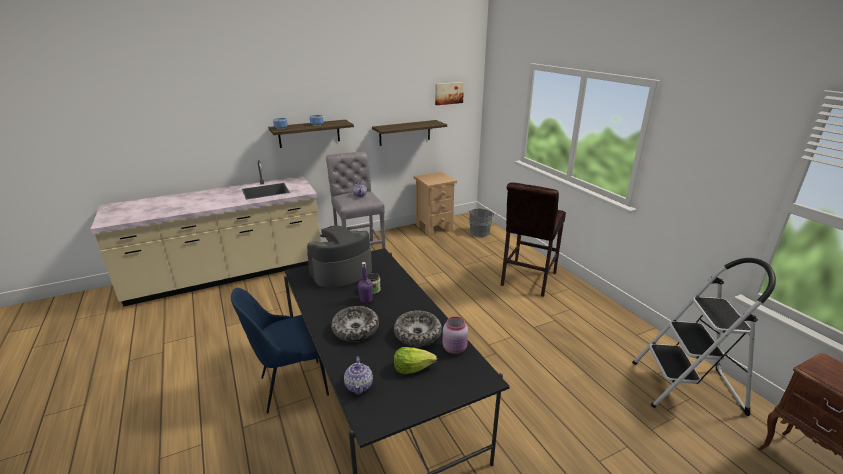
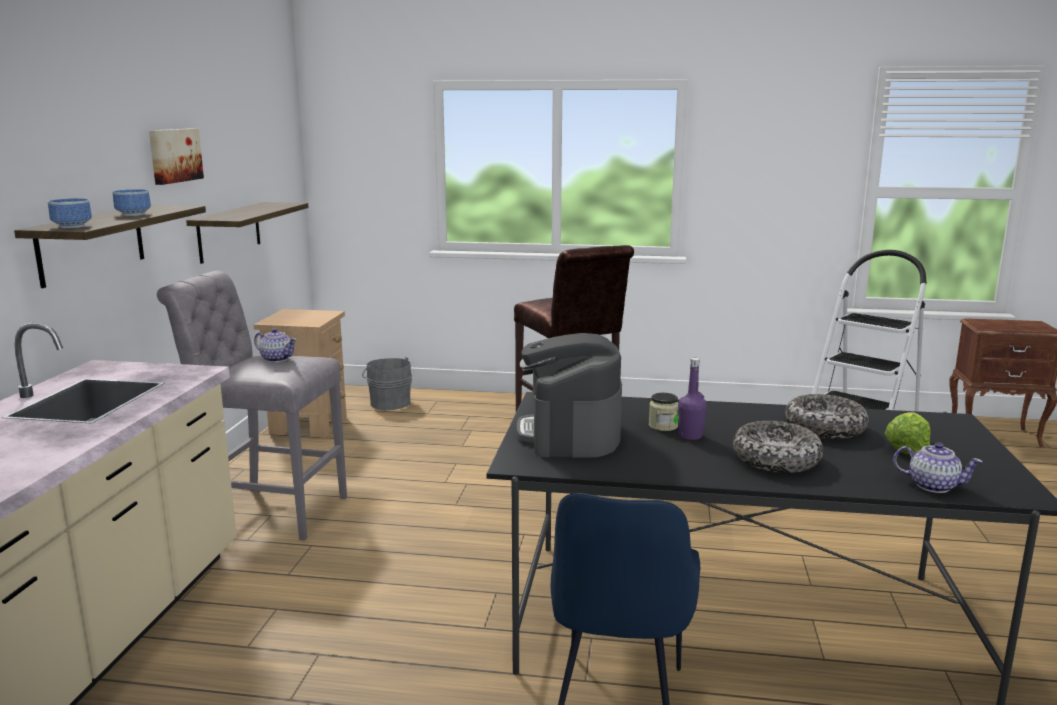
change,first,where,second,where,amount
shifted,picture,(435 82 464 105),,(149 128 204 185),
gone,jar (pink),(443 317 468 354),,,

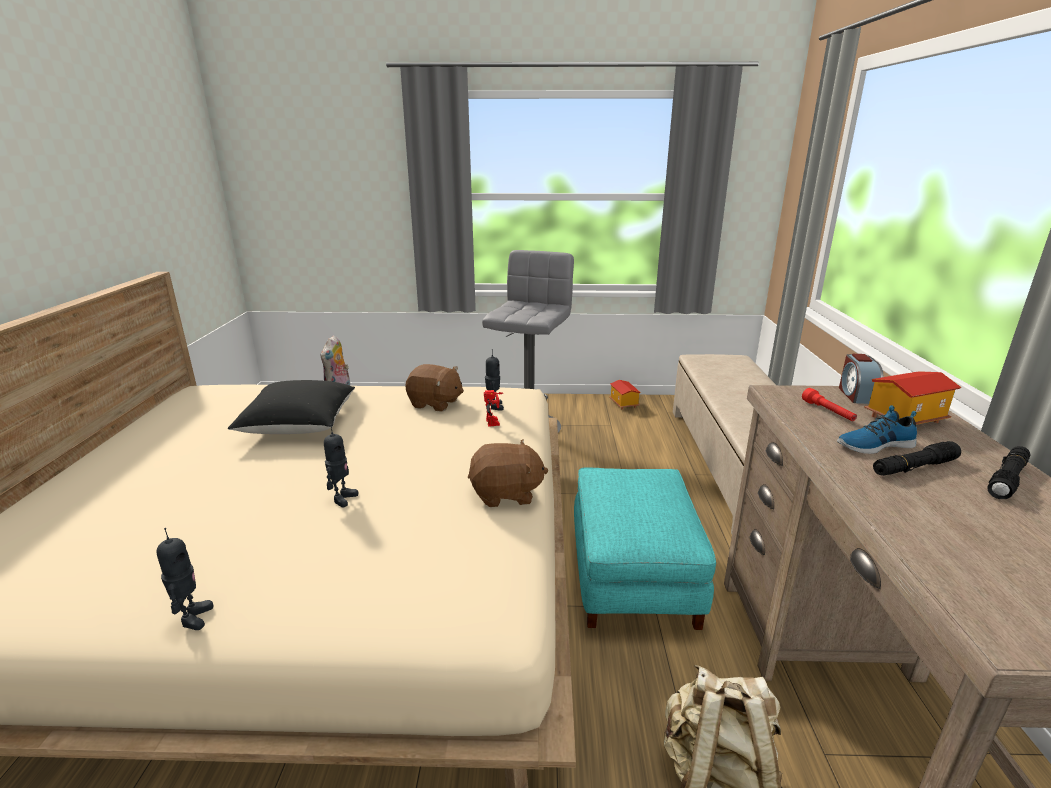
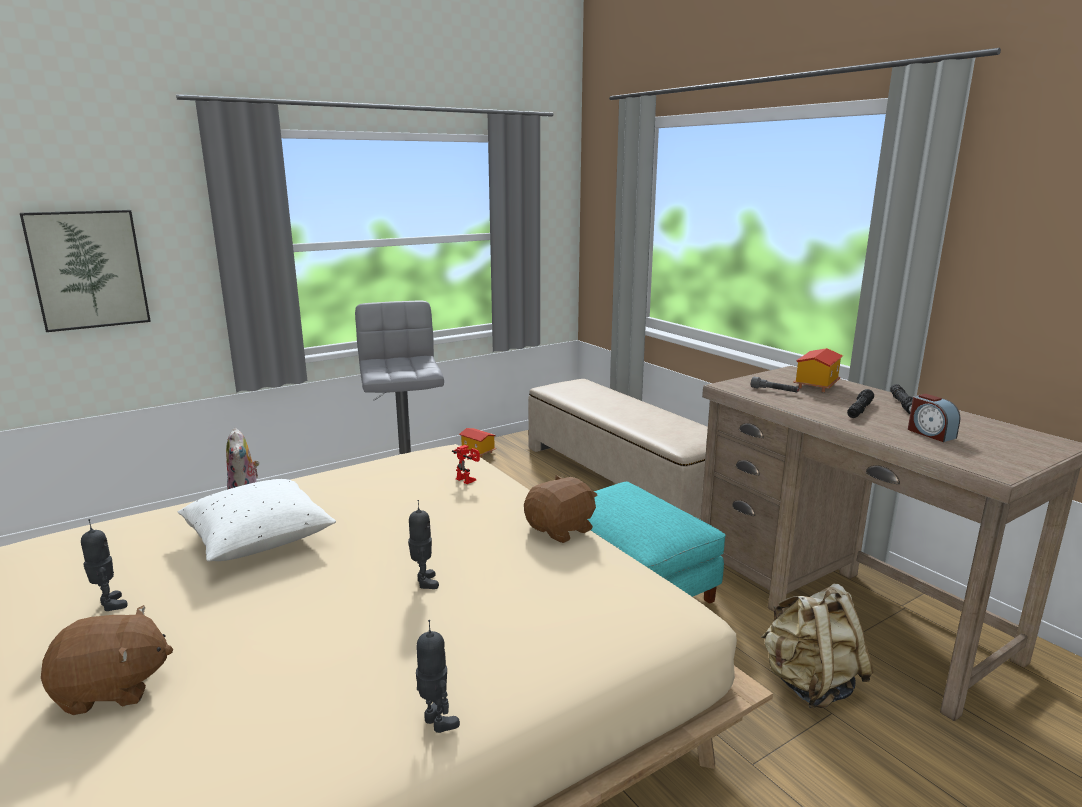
change,first,where,second,where,amount
new,,,picture,(20 210 151 332),
shifted,plush toy (brown),(405 364 464 412),,(41 605 173 715),
shifted,toy robot,(485 349 504 411),,(81 519 128 611),
repainted,pillow (black),(228 380 355 434),pillow (white),(178 479 336 561),
repainted,flashlight (red),(802 388 857 421),flashlight (grey),(751 377 799 393),
shifted,alarm clock,(839 354 883 404),,(908 394 961 442),
gone,shoe,(837 405 917 454),,,

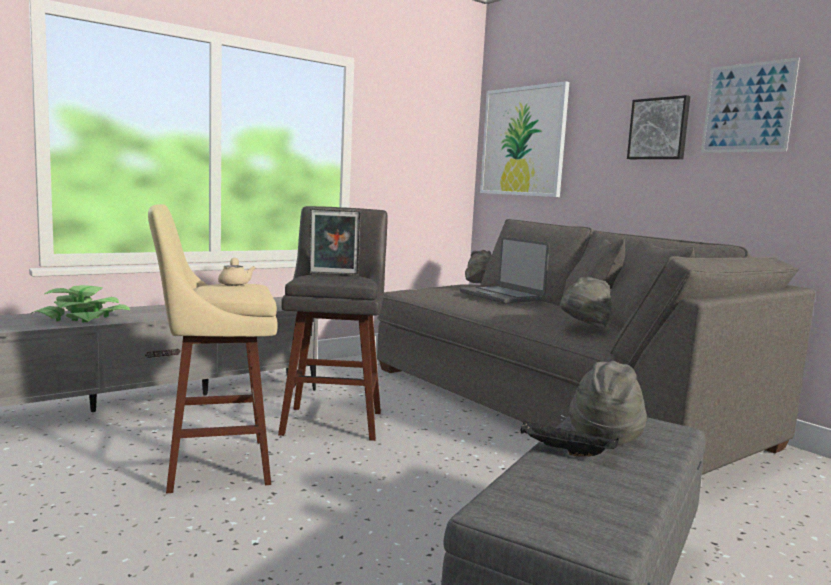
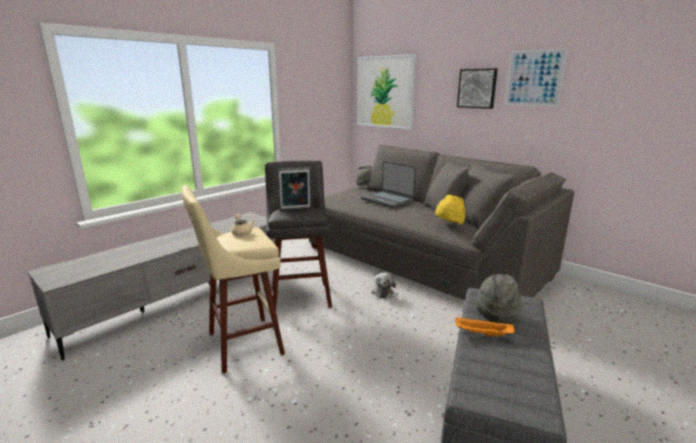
change,first,where,second,where,amount
new,,,plush toy,(371 273 396 298),
repainted,hat (grey),(560 277 612 327),hat (yellow),(435 195 466 224),
repainted,tray (black),(521 421 619 456),tray (orange),(455 317 515 337),
gone,potted plant,(32 285 130 322),,,

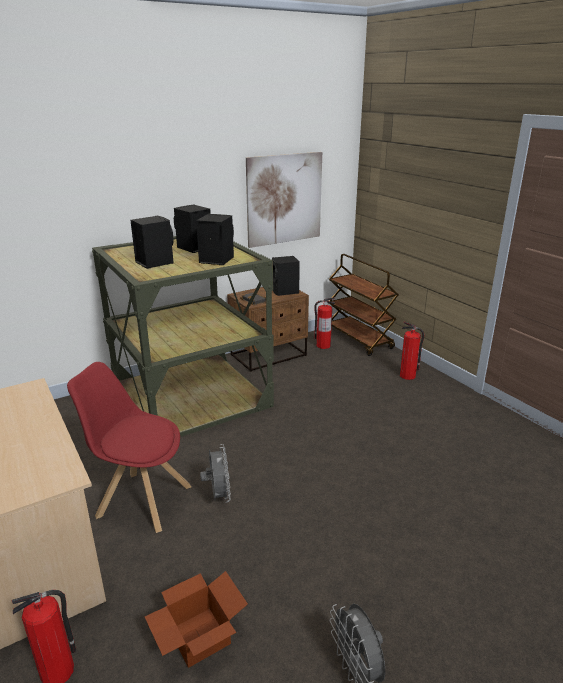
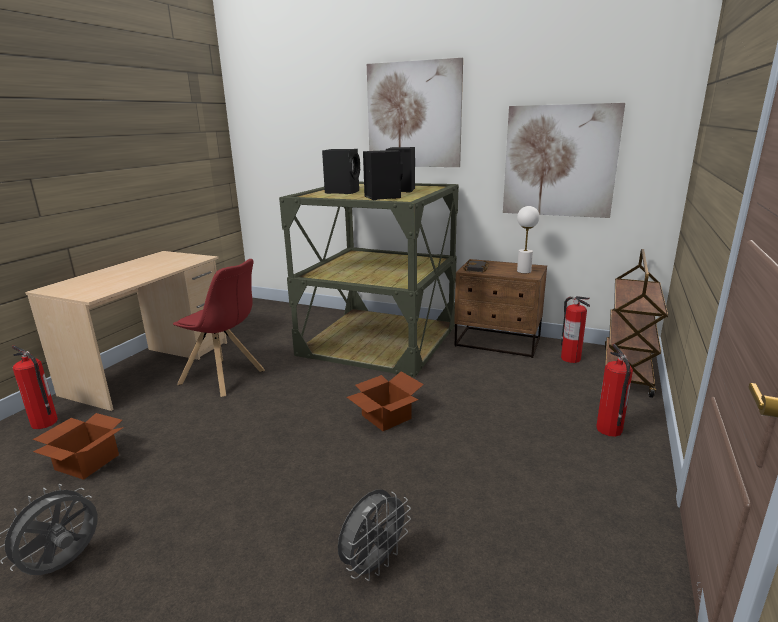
change,first,where,second,where,amount
rotated,chair (red),(67 362 191 533),,(173 259 265 397),135 degrees clockwise
shifted,fan (grey),(200 444 231 502),,(338 489 411 581),
new,,,cardboard box,(347 371 424 431),
new,,,picture,(367 58 463 167),
swapped,speaker (black),(272 256 300 296),table lamp (white),(517 206 540 273),

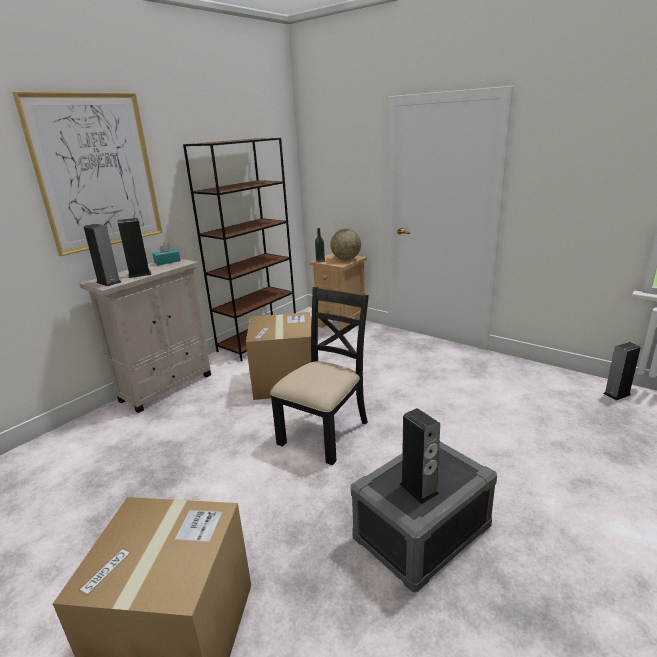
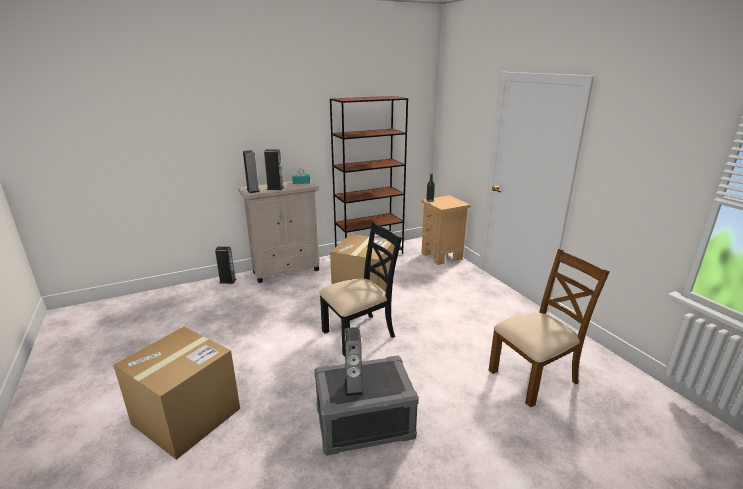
change,first,where,second,where,amount
shifted,speaker,(603 342 641 400),,(215 247 236 284),
new,,,chair (brown),(489 249 610 407),
gone,picture,(12 92 162 256),,,
gone,globe,(330 229 361 260),,,

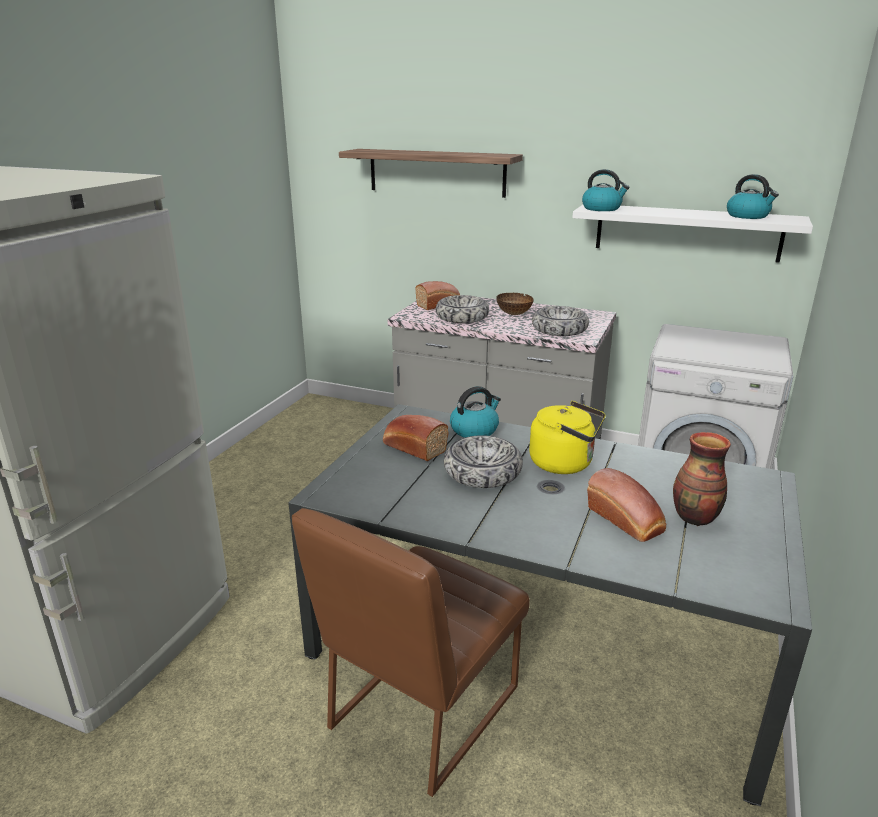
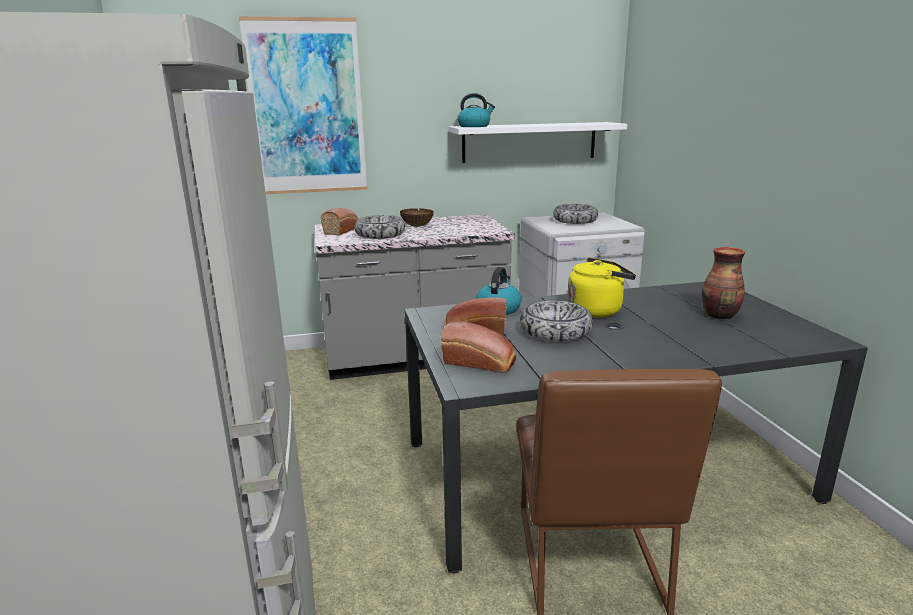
change,first,where,second,where,amount
swapped,shelf,(339 149 523 198),picture,(239 16 367 194),
shifted,bread,(587 468 666 542),,(441 322 516 373),
shifted,bowl,(532 306 589 336),,(553 204 598 224),
gone,kettle,(727 174 779 219),,,

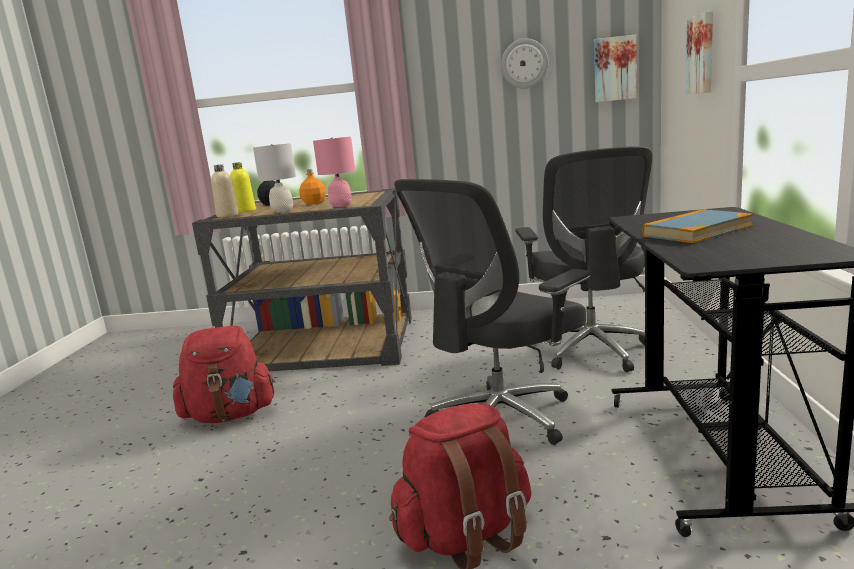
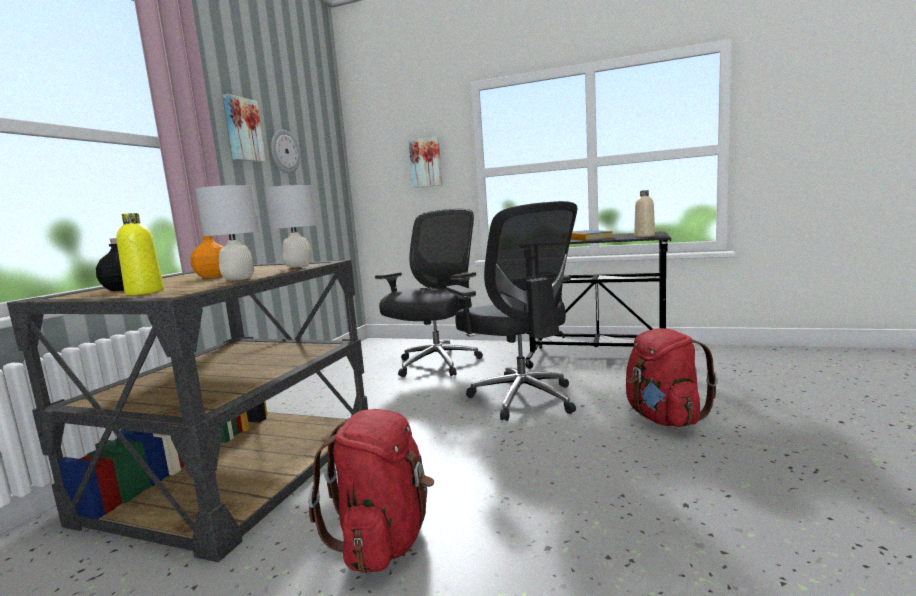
change,first,where,second,where,amount
shifted,picture,(594 34 637 102),,(223 94 266 162),
repainted,table lamp (pink),(313 137 355 207),table lamp (grey),(264 185 316 268),
rotated,office chair,(515 146 652 372),,(375 209 483 377),75 degrees counterclockwise
shifted,bottle (beige),(211 164 239 217),,(634 190 655 237),

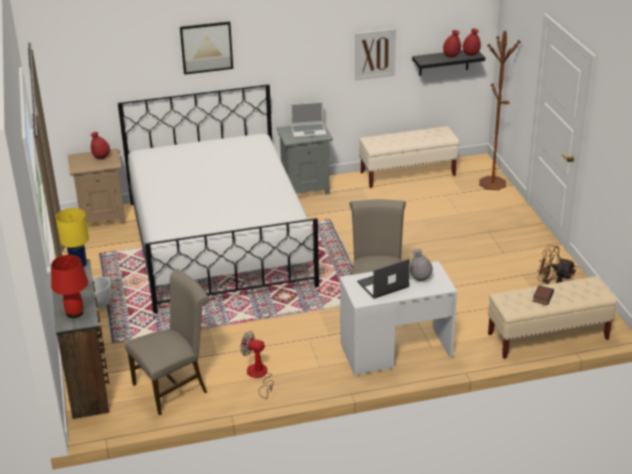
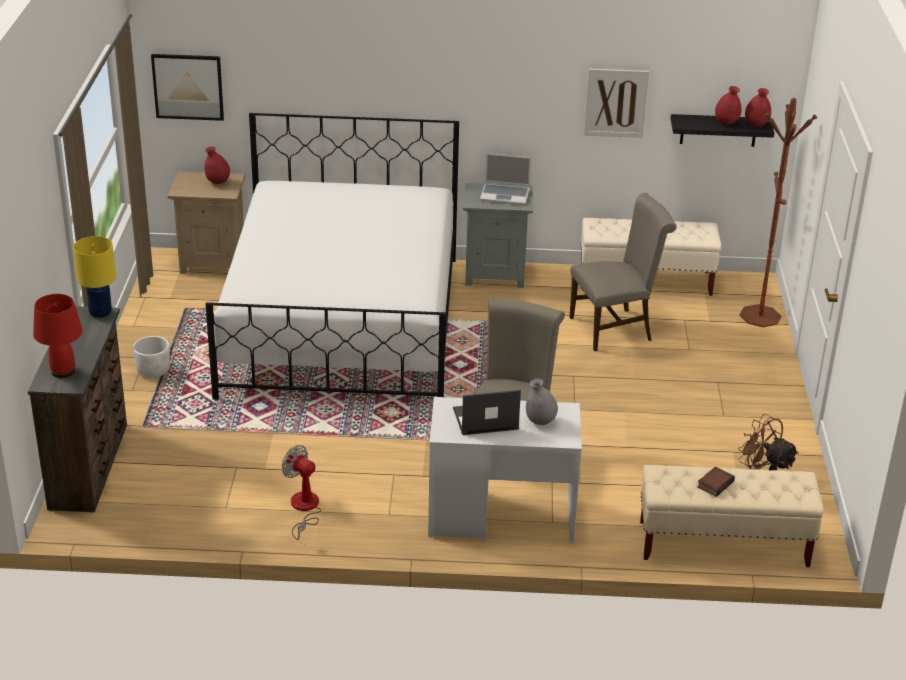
change,first,where,second,where,amount
shifted,picture,(180 21 233 75),,(151 54 224 121),
shifted,chair (beige),(125 269 210 415),,(569 193 677 351),

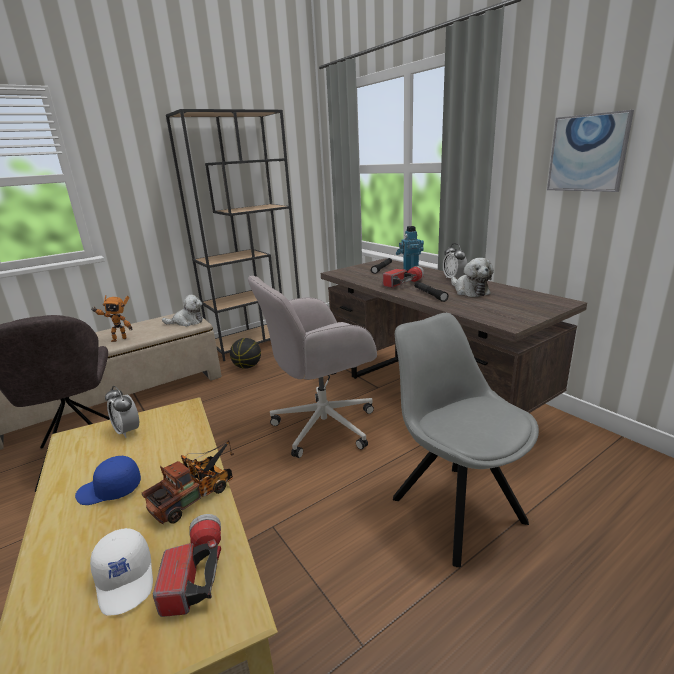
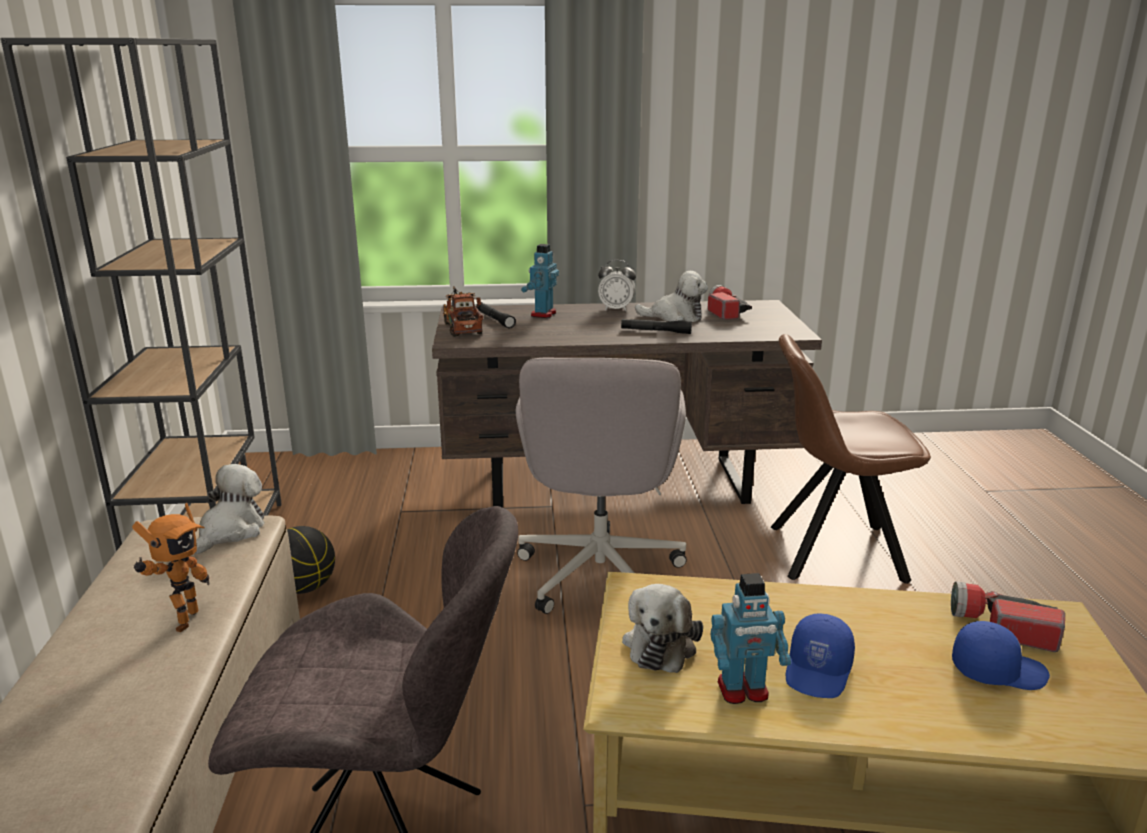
change,first,where,second,where,amount
shifted,toy truck,(142 441 234 524),,(443 286 483 337),
swapped,alarm clock,(105 386 139 438),plush toy,(622 584 703 673),
shifted,flashlight,(383 266 424 288),,(708 285 752 320),
new,,,toy robot,(711 573 791 704),
repainted,chair (grey),(393 313 539 567),chair (brown),(770 334 931 584),
repainted,cap (white),(90 528 153 616),cap (blue),(952 621 1050 690),
gone,picture,(547 110 634 192),,,

